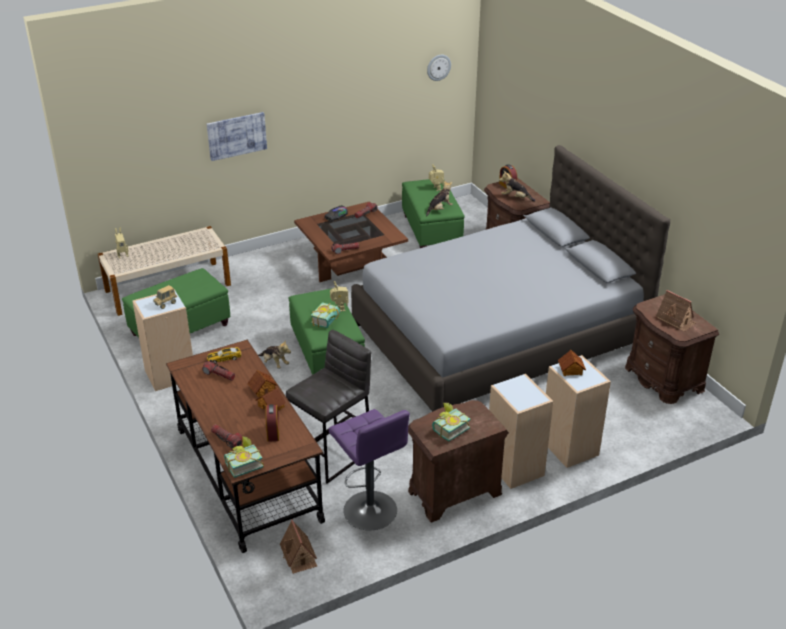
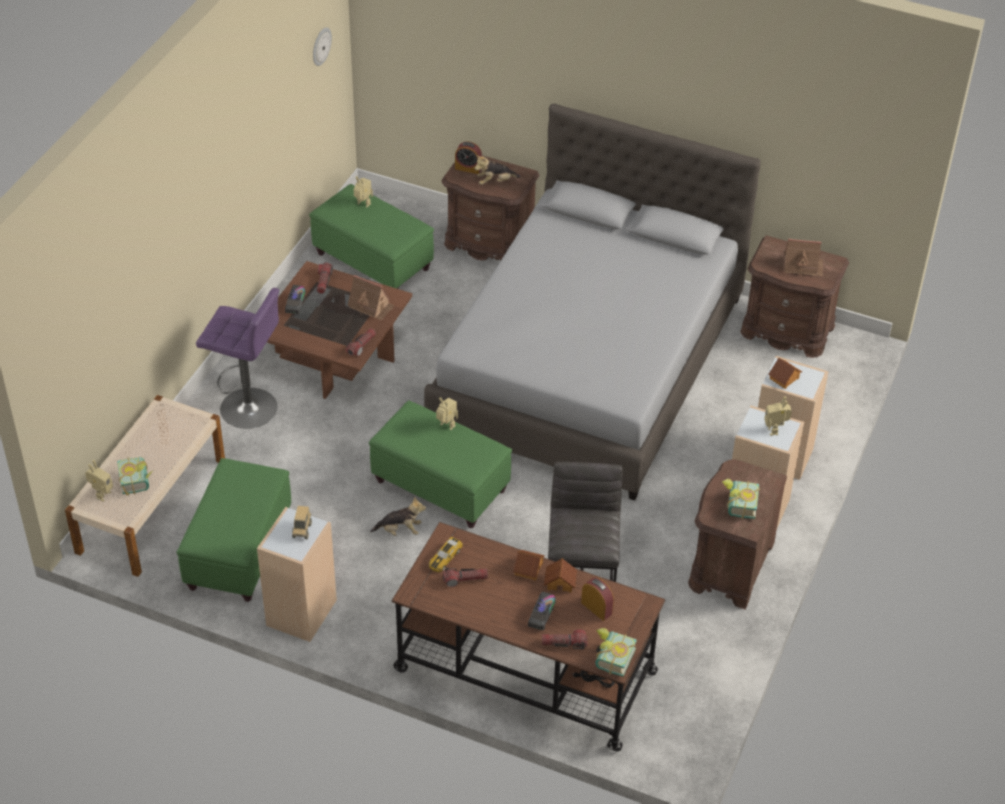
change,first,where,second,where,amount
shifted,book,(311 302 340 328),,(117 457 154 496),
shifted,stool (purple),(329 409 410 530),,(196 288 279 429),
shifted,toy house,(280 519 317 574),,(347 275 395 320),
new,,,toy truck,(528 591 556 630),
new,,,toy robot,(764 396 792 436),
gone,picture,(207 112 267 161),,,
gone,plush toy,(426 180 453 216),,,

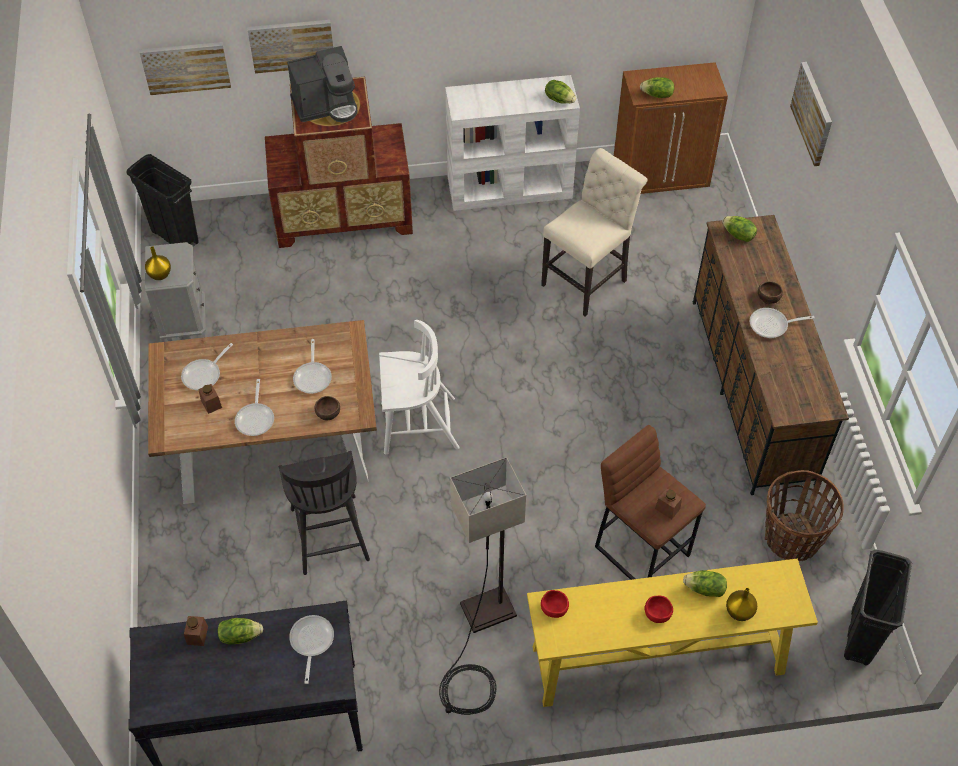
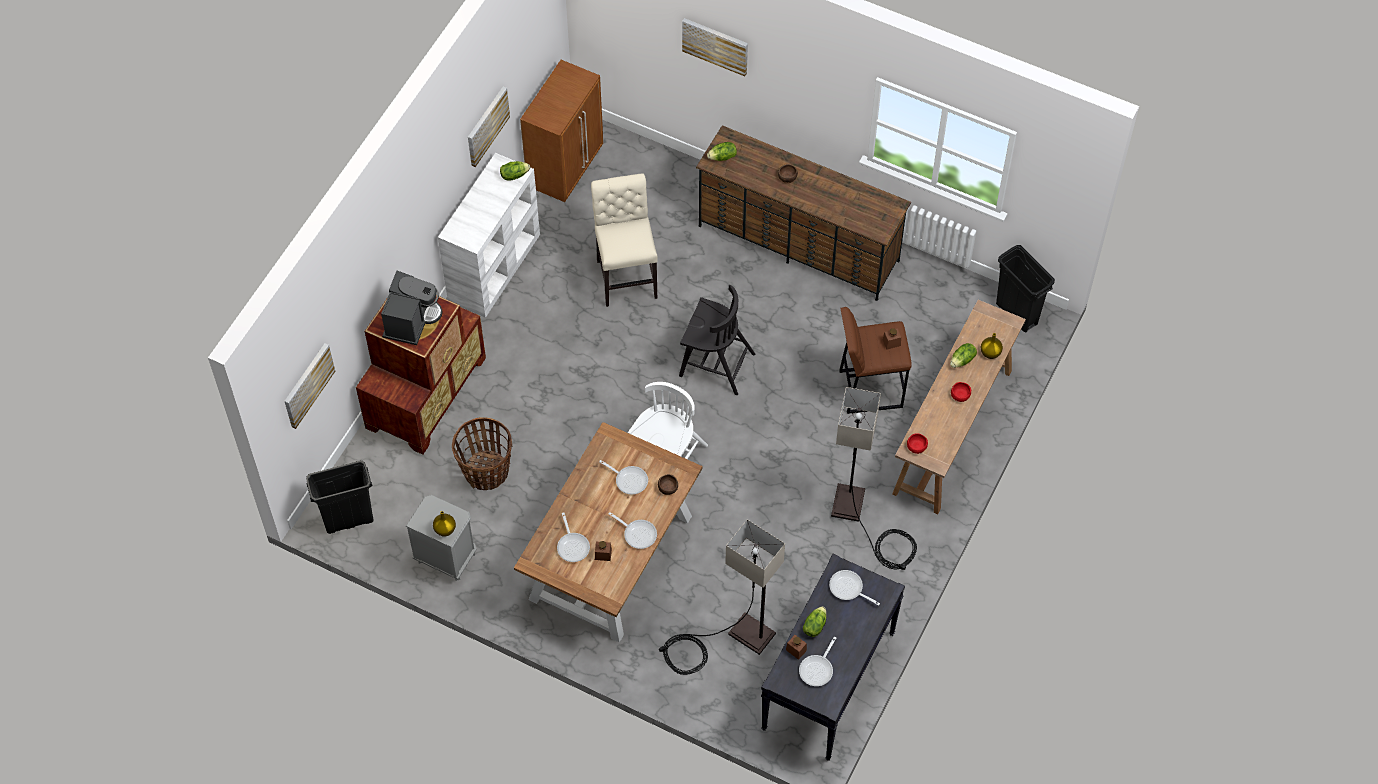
change,first,where,second,where,amount
shifted,basket,(765 470 844 561),,(452 417 512 490),
shifted,picture,(247 20 333 74),,(468 86 510 167),
new,,,floor lamp,(659 519 785 675),
shifted,chair (black),(279 451 370 575),,(679 285 756 395),
shifted,frying pan,(750 308 814 338),,(799 637 836 686),
repainted,console table (yellow),(527 559 818 707),console table (brown),(892 300 1026 514),
gone,lettuce,(640 77 674 98),,,

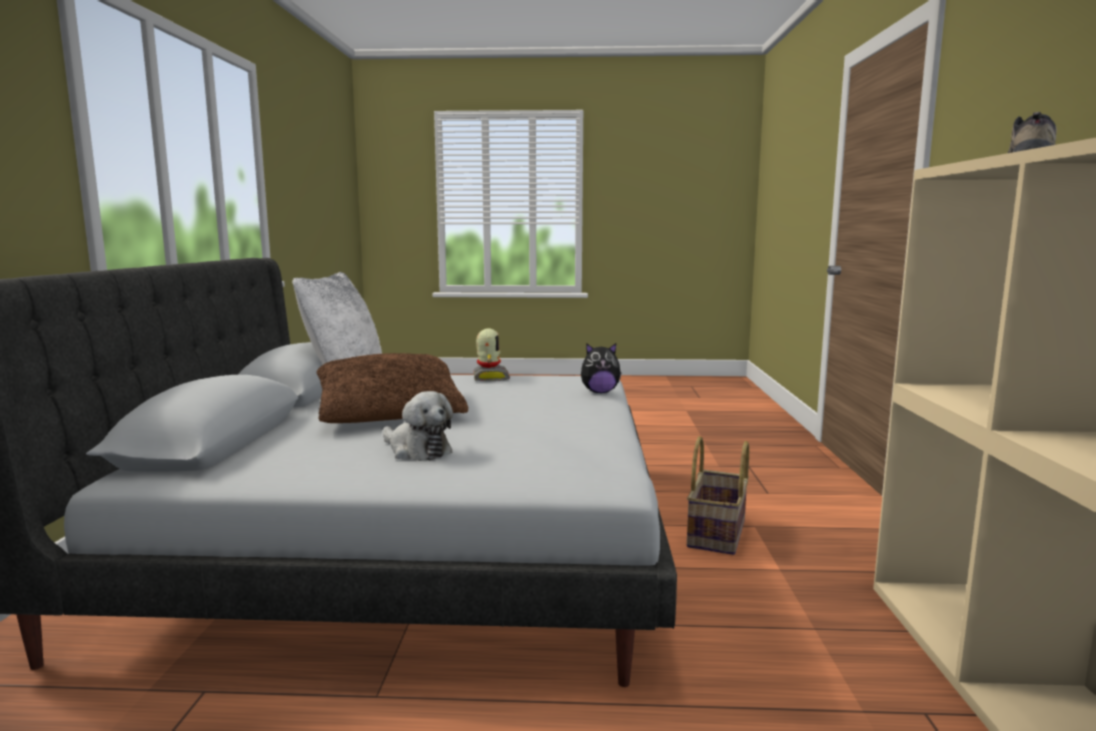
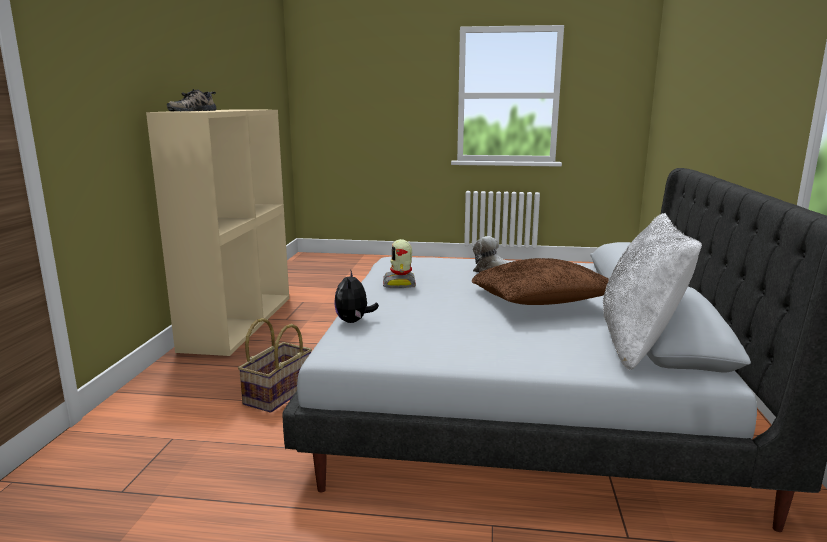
change,first,where,second,where,amount
rotated,plush toy,(581 343 622 393),,(334 270 379 323),90 degrees counterclockwise
shifted,toy robot,(474 328 510 381),,(383 239 416 288),

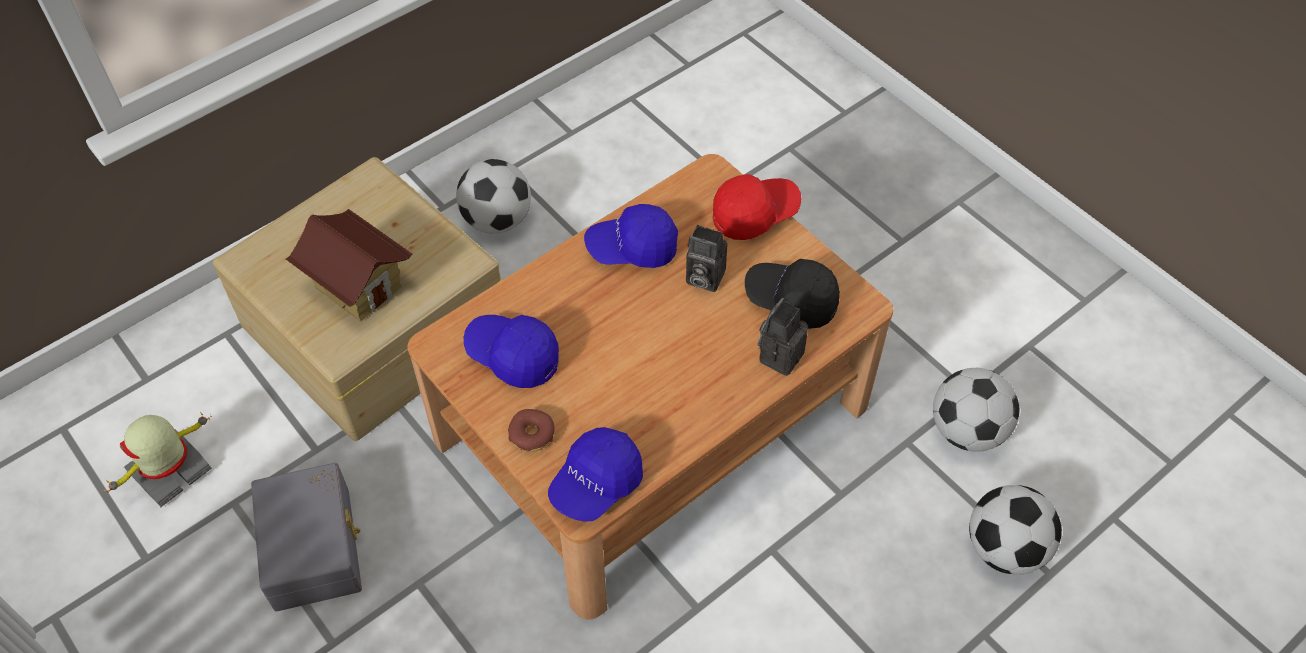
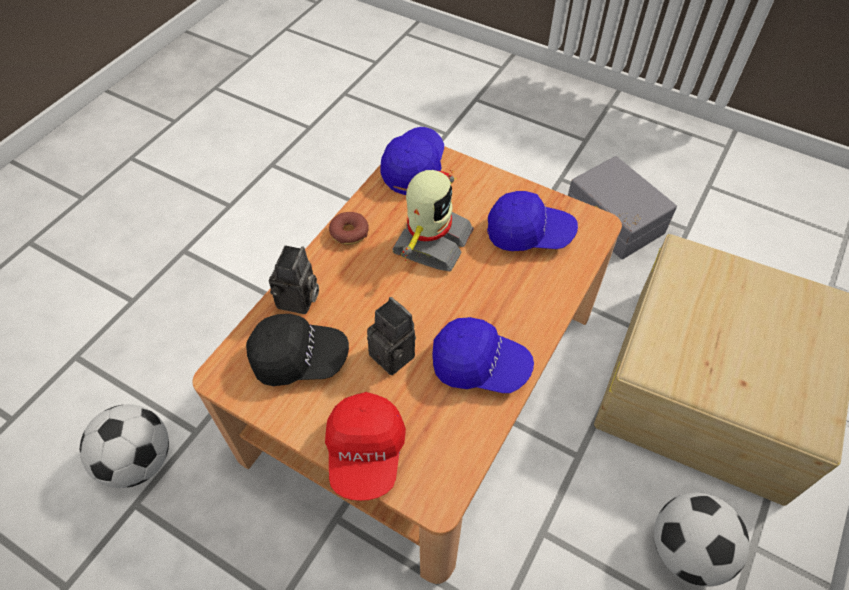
change,first,where,second,where,amount
rotated,cap (red),(713 174 801 240),,(325 392 406 501),45 degrees counterclockwise
shifted,donut,(508 409 555 452),,(329 212 369 245),
rotated,photo camera,(686 225 728 292),,(367 297 416 375),45 degrees clockwise
shifted,toy robot,(104 412 212 507),,(392 170 474 271),
rotated,cap (blue),(584 204 678 268),,(432 317 534 393),45 degrees clockwise
gone,toy house,(286 209 413 321),,,
gone,football,(969 485 1062 575),,,

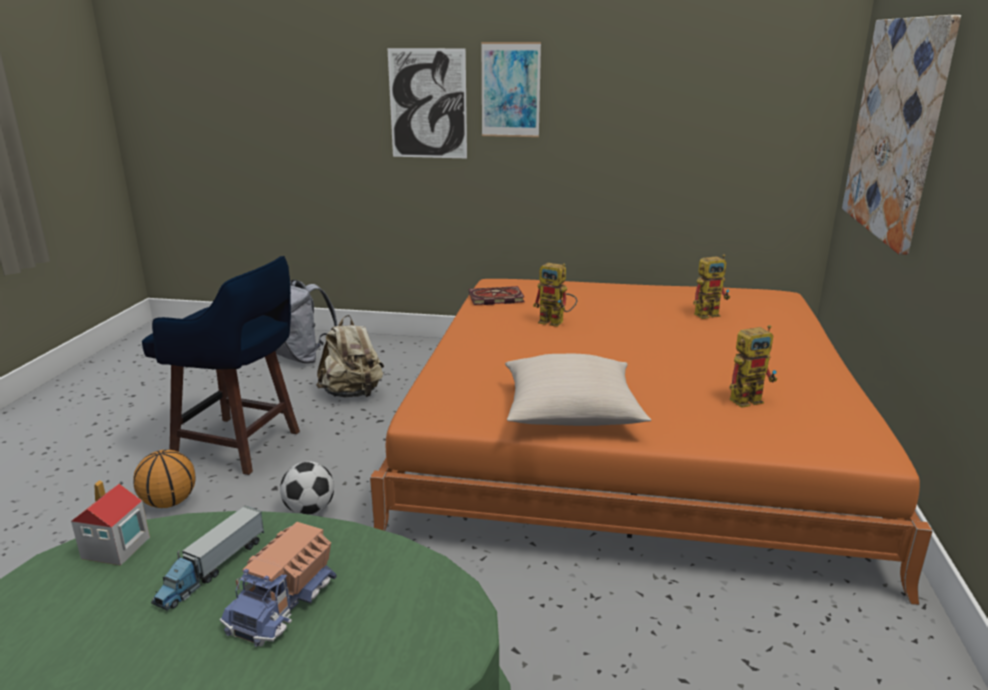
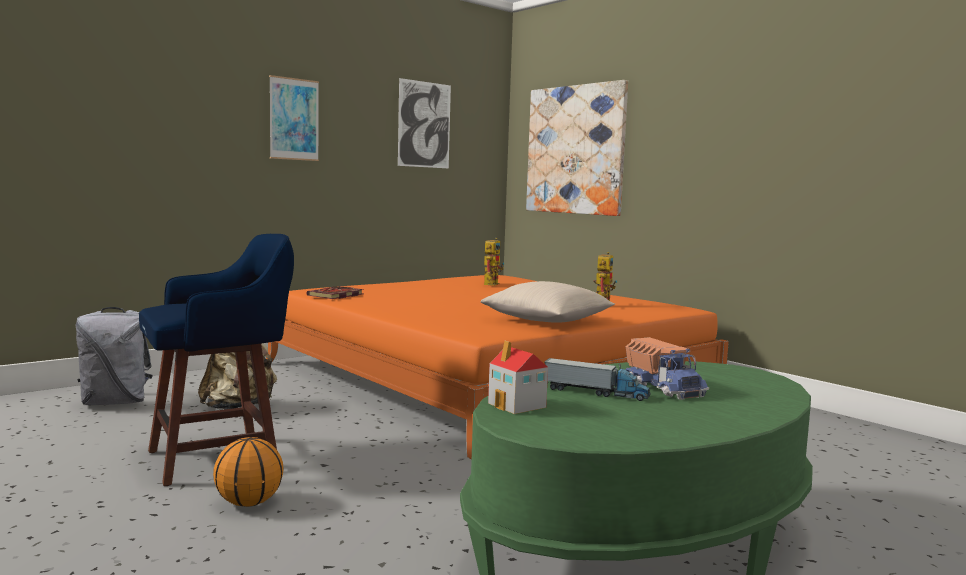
change,first,where,second,where,amount
shifted,picture,(387 48 467 158),,(398 78 451 168),
rotated,toy truck,(151 506 264 611),,(545 358 651 401),45 degrees counterclockwise
gone,football,(280 461 334 515),,,
gone,toy robot,(533 263 577 327),,,

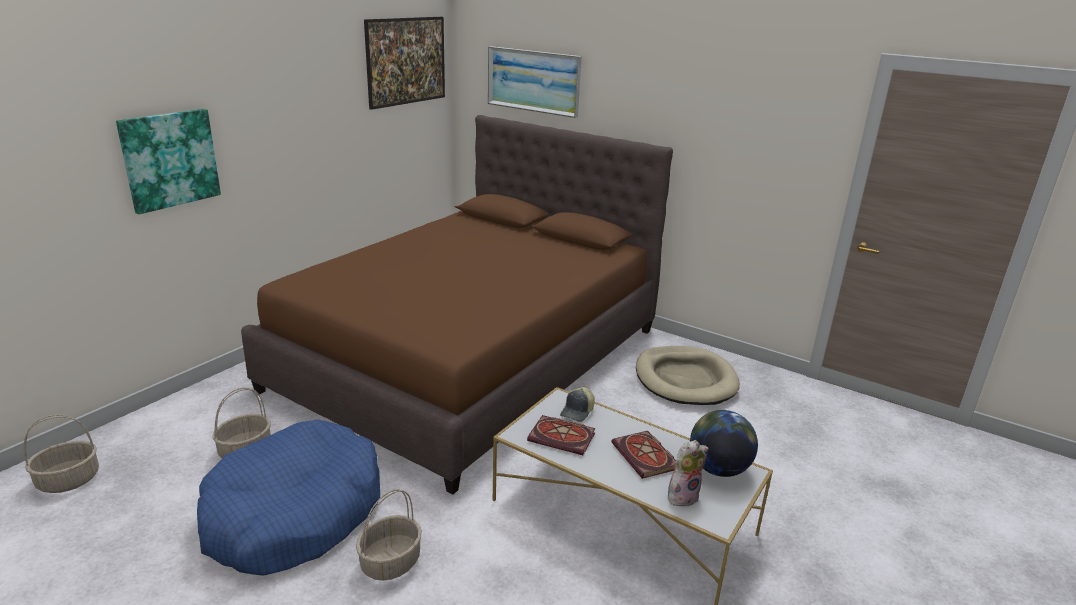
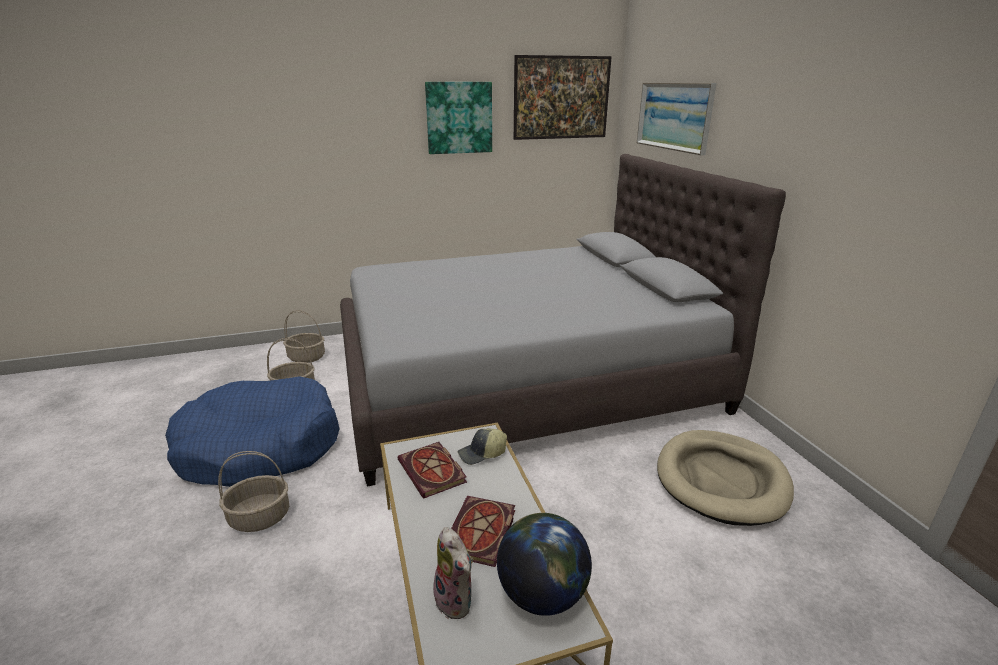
change,first,where,second,where,amount
shifted,basket,(24 415 99 493),,(283 310 325 363),
repainted,bed (brown),(241 115 673 495),bed (grey),(340 154 786 487),
shifted,picture,(116 109 221 214),,(425 82 492 154),
rotated,plush toy,(668 440 709 506),,(433 527 473 619),45 degrees clockwise

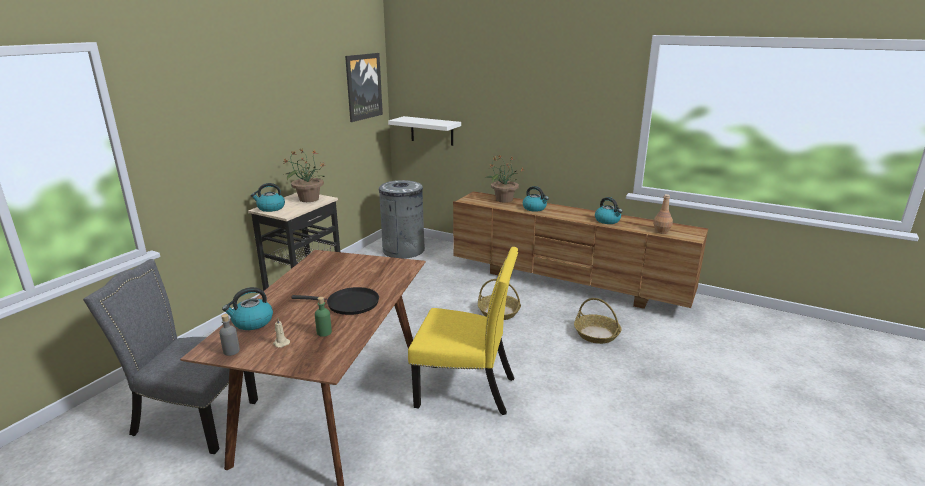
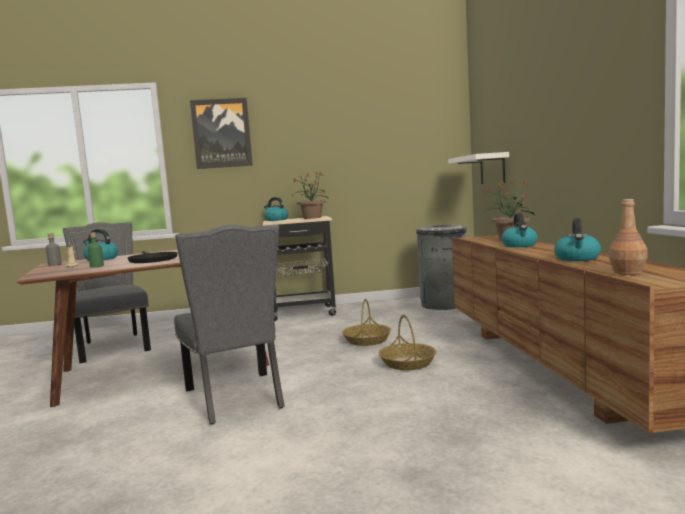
change,first,where,second,where,amount
repainted,chair (yellow),(408 247 518 415),chair (grey),(174 225 285 424),
shifted,picture,(345 53 383 122),,(190 98 253 169),
shifted,basket,(574 298 622 344),,(342 299 391 346),

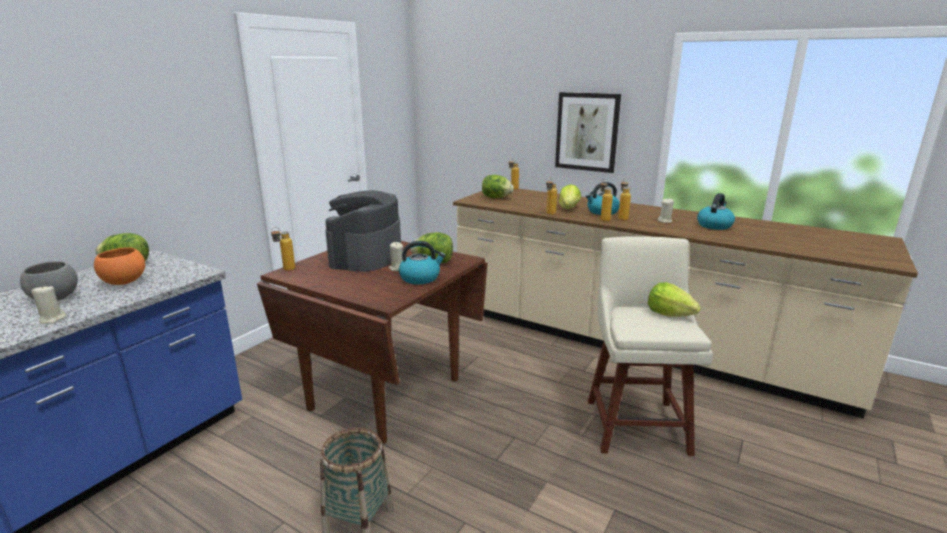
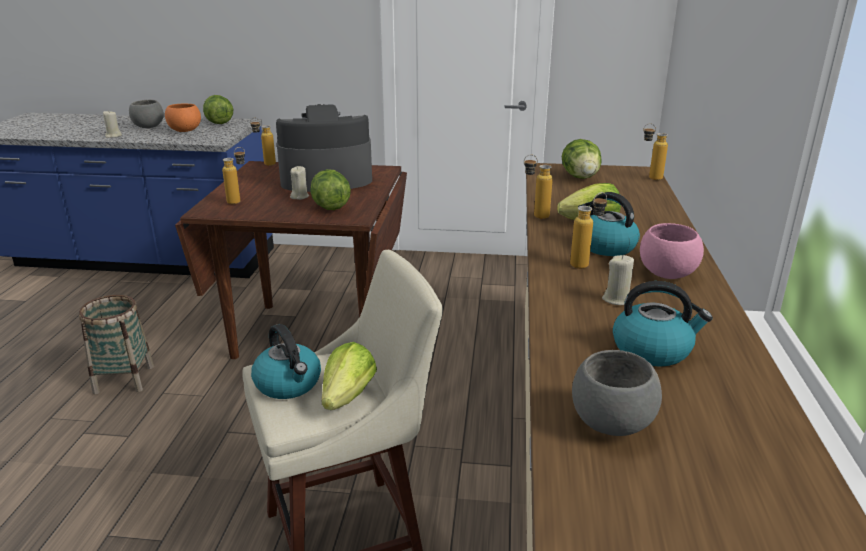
change,first,where,second,where,amount
shifted,bottle,(600 179 613 222),,(222 147 245 204),
shifted,kettle,(399 241 446 284),,(251 324 321 399),
new,,,bowl (grey),(572 350 662 436),
new,,,bowl (pink),(640 223 704 279),
gone,picture,(555 92 621 173),,,

